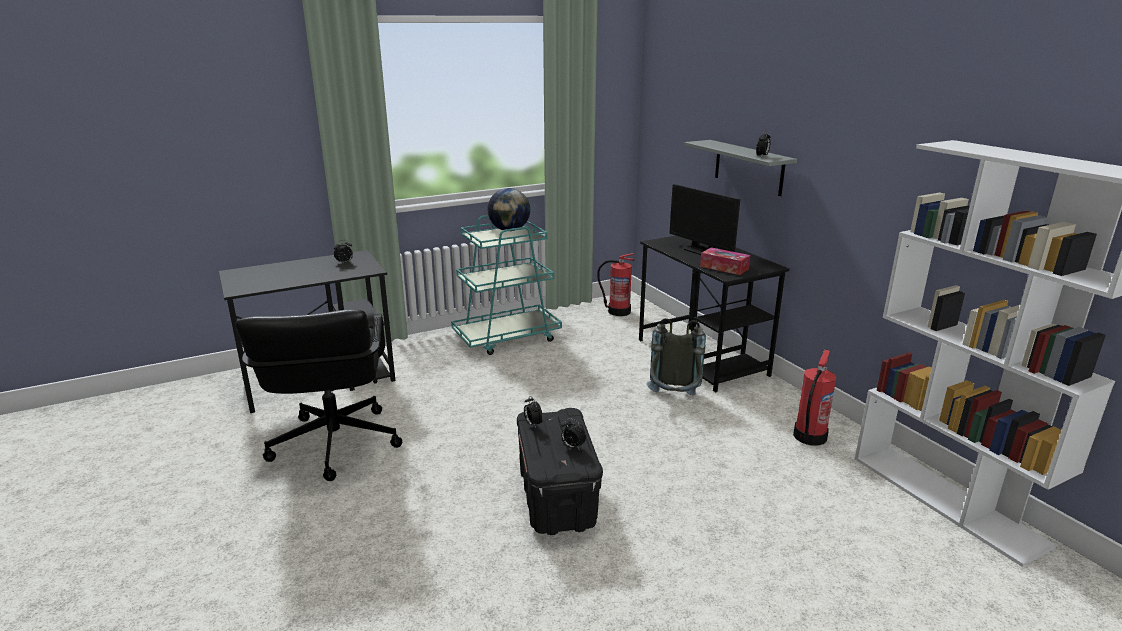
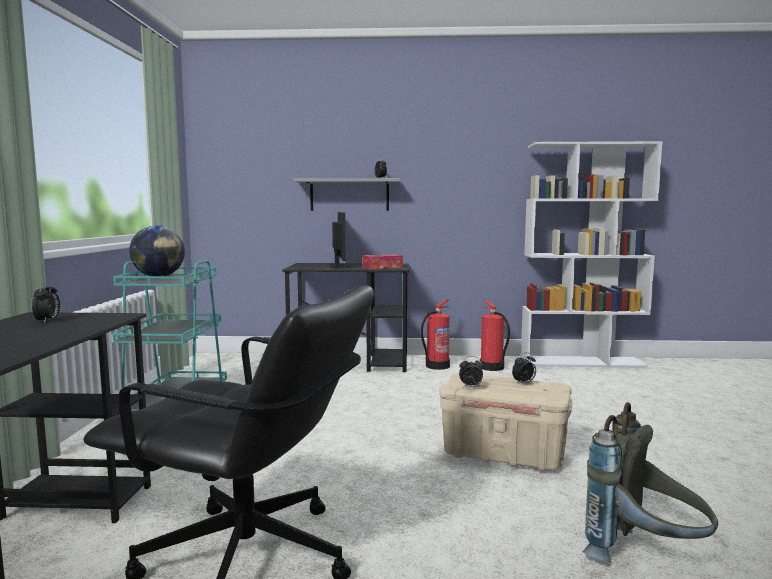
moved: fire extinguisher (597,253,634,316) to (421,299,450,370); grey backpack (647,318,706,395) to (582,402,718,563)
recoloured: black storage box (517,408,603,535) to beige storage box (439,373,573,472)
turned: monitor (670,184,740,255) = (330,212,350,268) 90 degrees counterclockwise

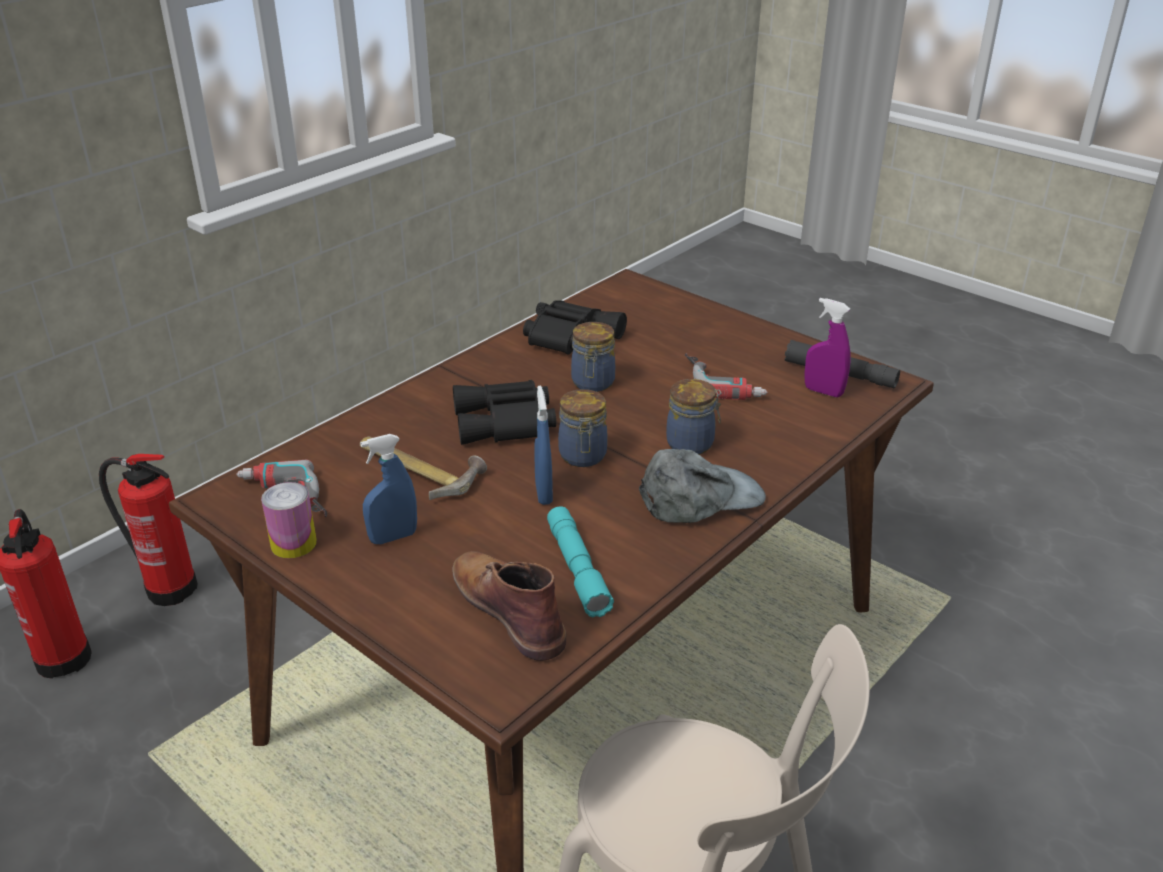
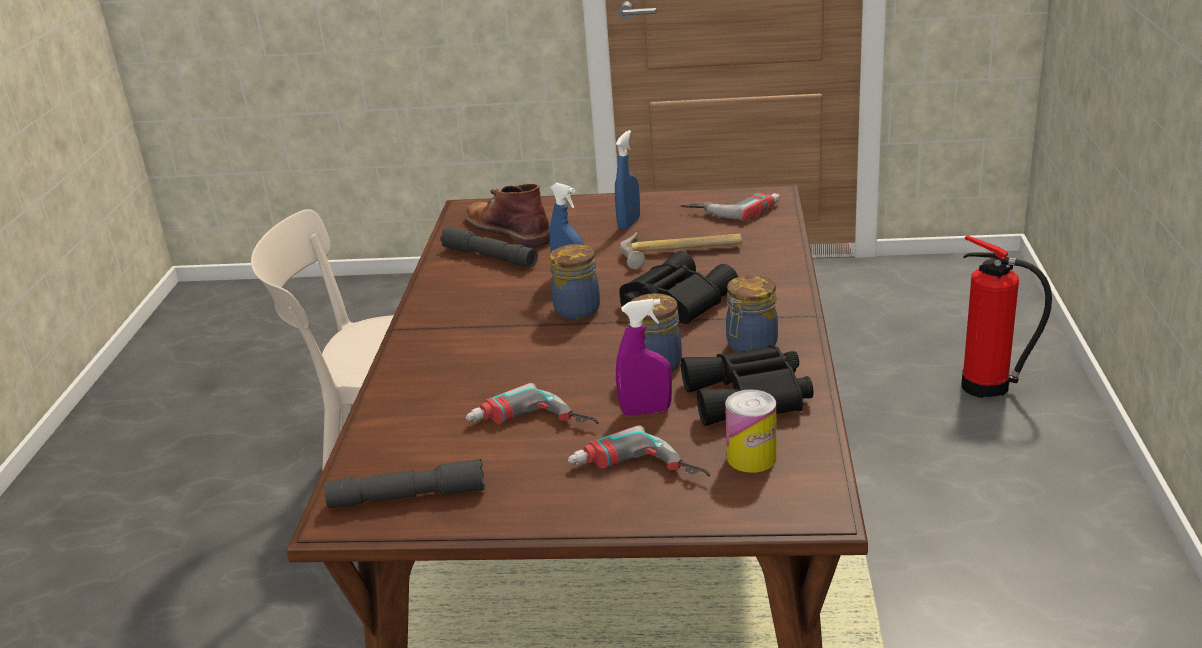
removed: fire extinguisher (99,454,197,606); grey cap (639,449,766,523)
added: power drill (568,425,710,476)
moved: can (261,482,317,558) to (725,389,777,473); jar (666,379,722,455) to (726,275,778,352); purple spray bottle (805,298,851,397) to (616,299,672,416)
recoloured: turquoise flashlight (547,506,614,617) to grey flashlight (440,226,538,268)
turned: brown boot (452,551,566,661) = (465,183,550,247) 150 degrees counterclockwise

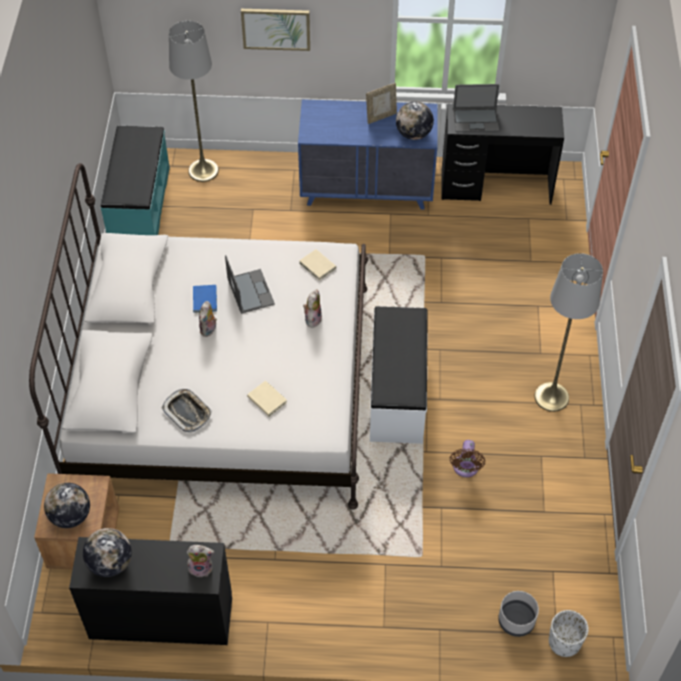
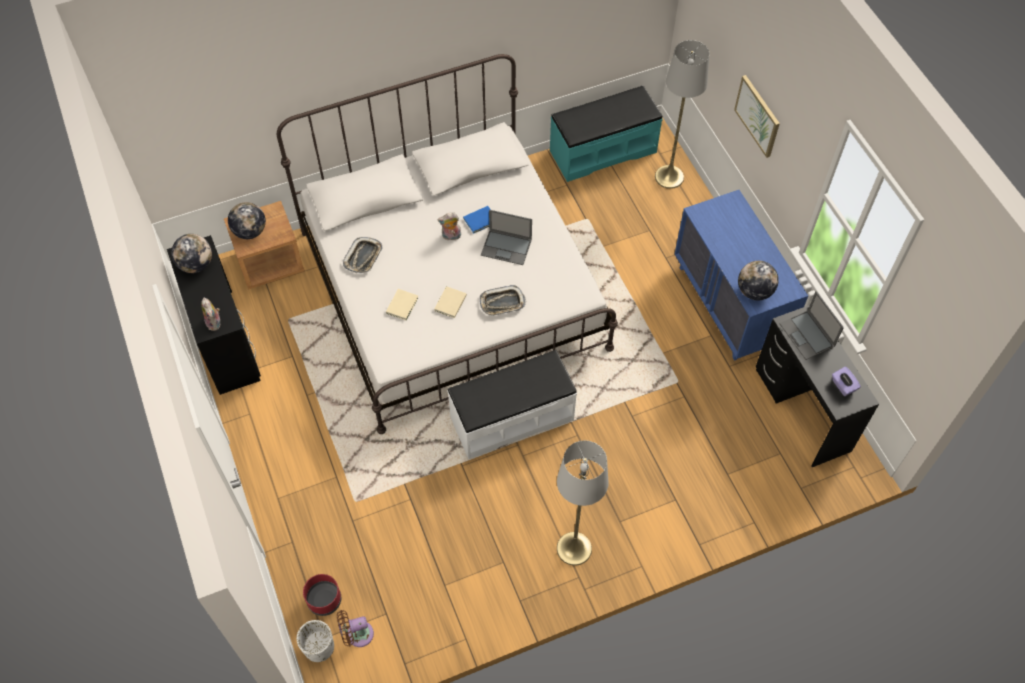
removed: picture frame (366,83,397,124)
added: purple tissue box (832,366,861,396)
moved: beige book (299,249,336,280) to (434,286,467,318); brown fan (450,440,485,477) to (337,610,374,647)
replaced: plush toy (303,289,322,328) to tray (480,285,526,316)
recoloured: grey planter (498,591,539,637) to red planter (303,574,341,616)
turned: laptop (225,255,275,314) = (481,210,532,265) 60 degrees clockwise

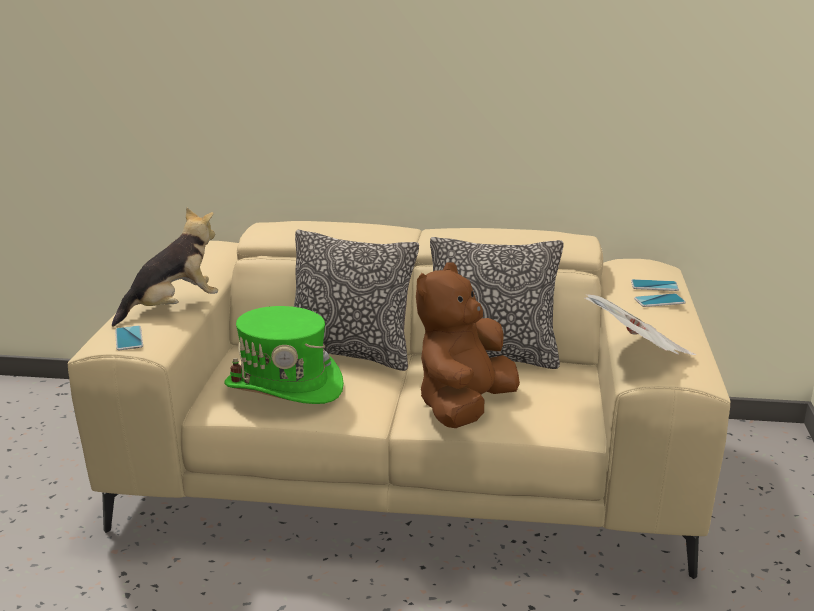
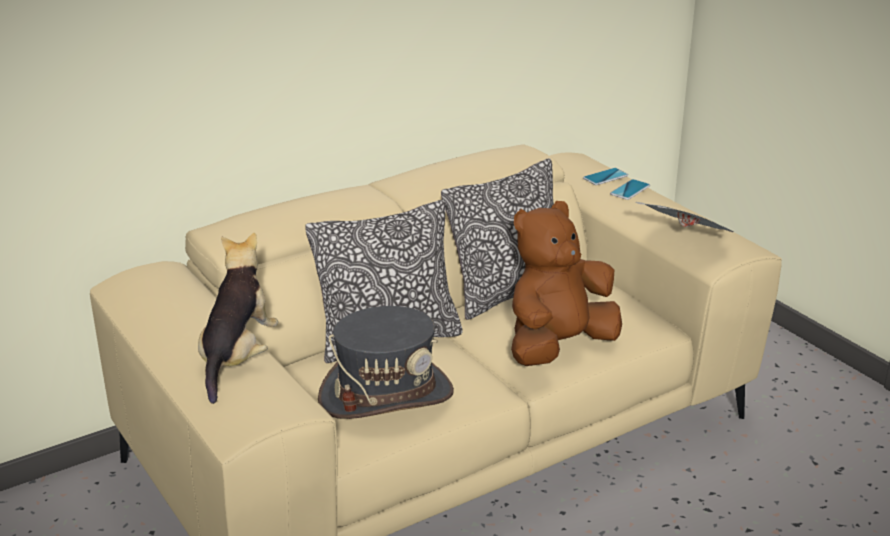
removed: phone (115,326,143,350)
recoloured: green hat (224,306,344,404) to grey hat (318,306,454,419)
turned: brown plush toy (416,262,520,428) = (511,201,622,366) 60 degrees clockwise

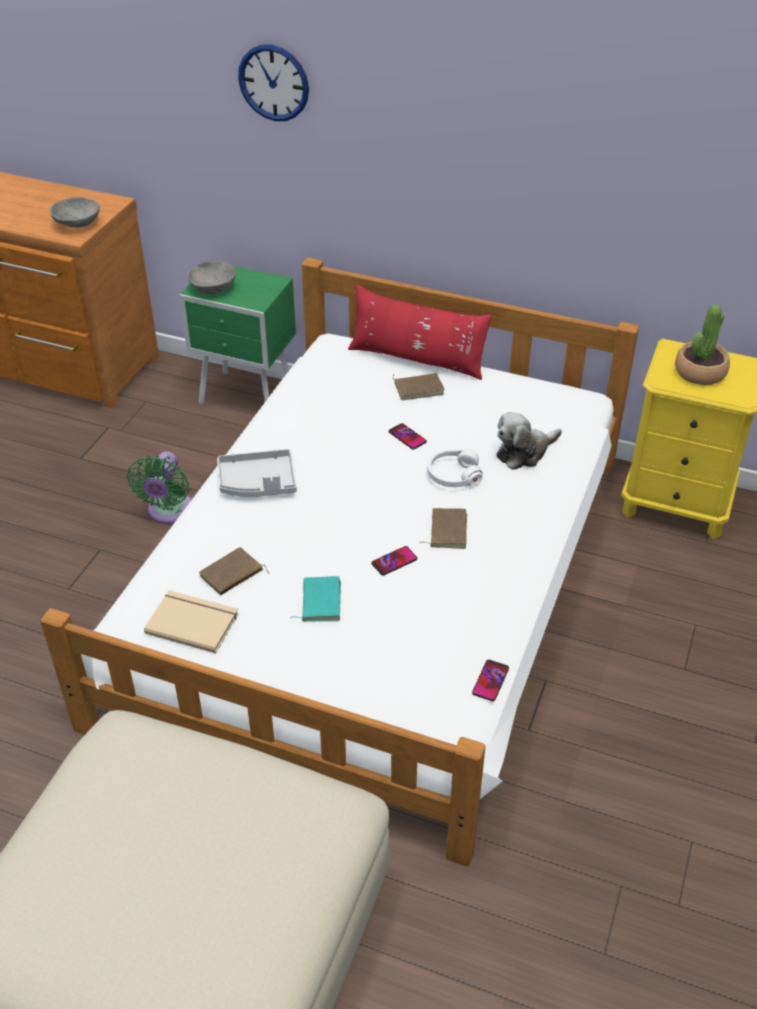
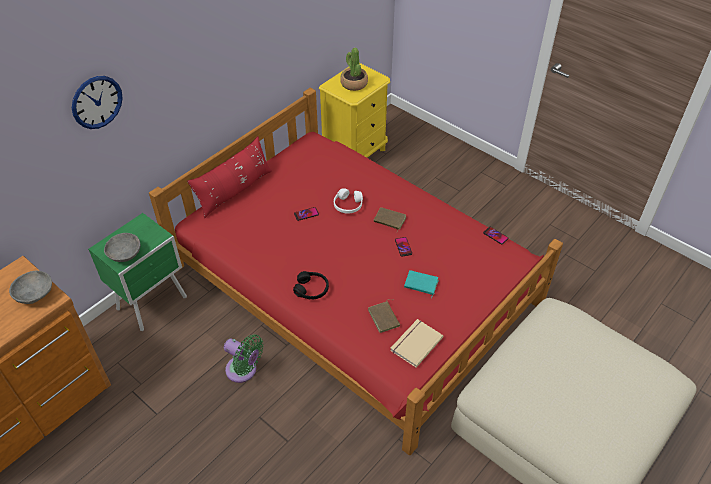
removed: brown book (393,373,445,400); plush toy (496,412,562,470)
replaced: grey tray (217,449,297,497) to black headphones (293,271,329,299)
recoloured: white bed (40,258,639,867) to red bed (149,88,563,455)

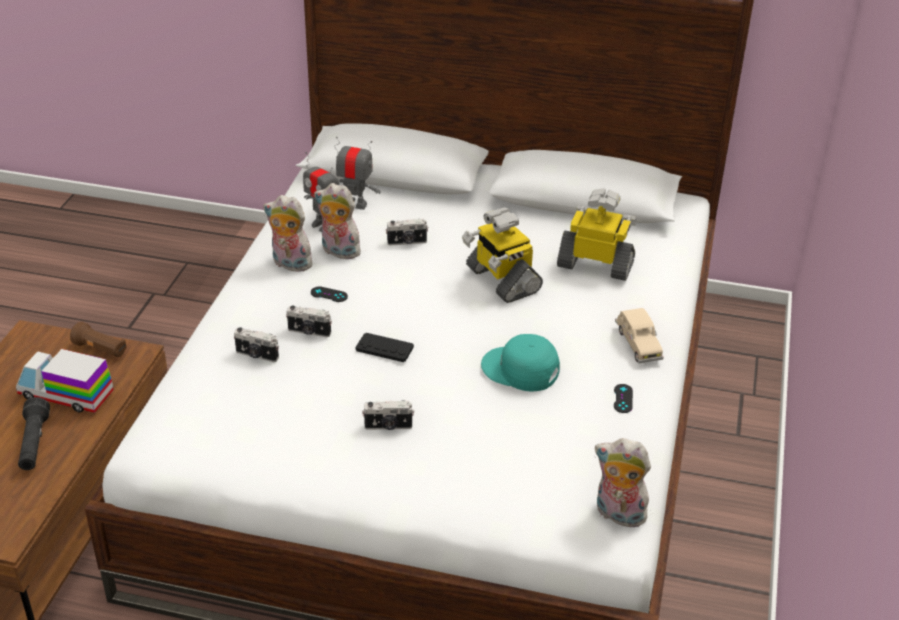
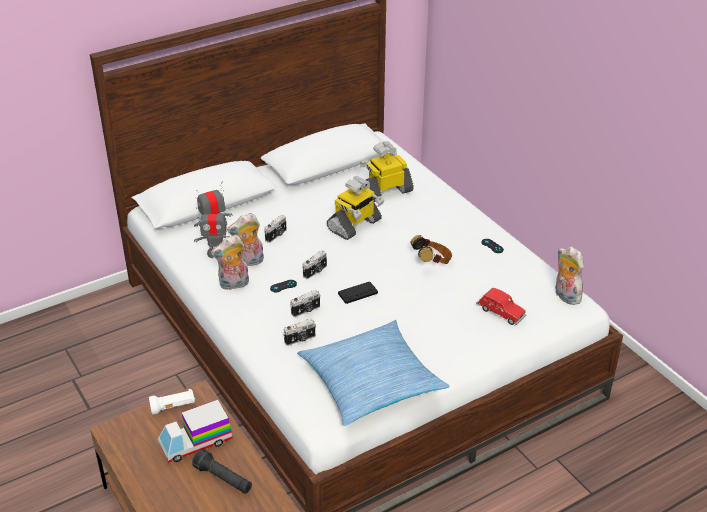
removed: beige toy car (615,308,664,363)
added: pillow (297,320,450,426); red toy car (476,288,527,325)
moved: photo camera (362,400,414,430) to (303,250,327,279)
replaced: turquoise cap (481,334,560,391) to headphones (410,235,452,264)
recoloured: brown flashlight (70,322,127,357) to white flashlight (149,389,195,415)
turned: toy robot (462,207,543,303) = (327,176,384,240) 60 degrees counterclockwise; plush toy (595,438,651,527) = (555,246,584,305) 75 degrees clockwise

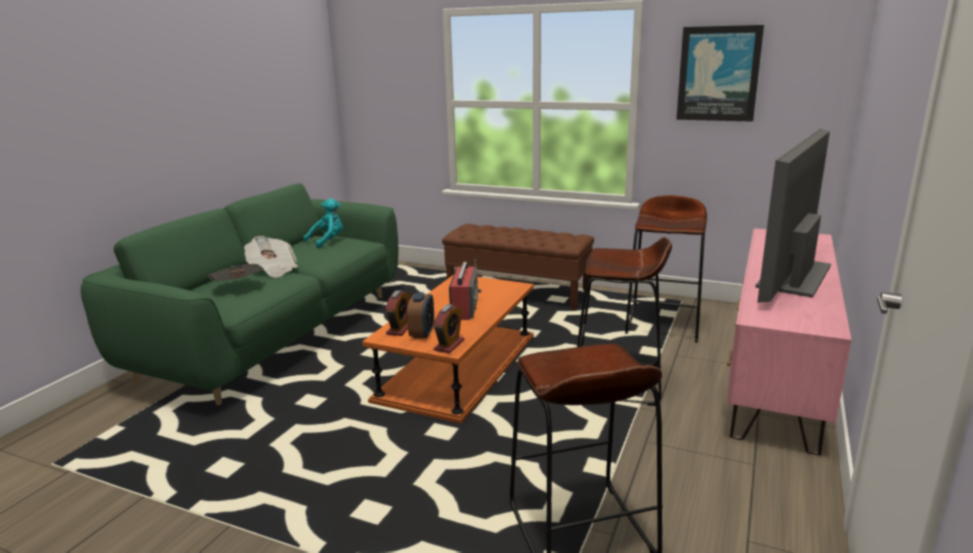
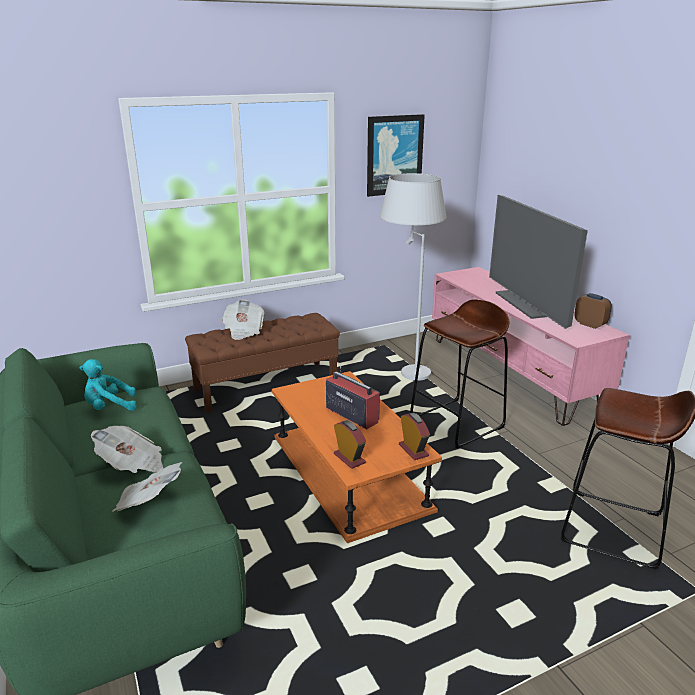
added: newspaper (222,299,265,340)
moved: alarm clock (407,292,434,339) to (574,293,612,329)
replaced: brown stool (625,195,707,343) to white floor lamp (380,173,447,381)
turned: turquoise plush toy (303,198,343,248) = (79,359,137,411) 105 degrees counterclockwise

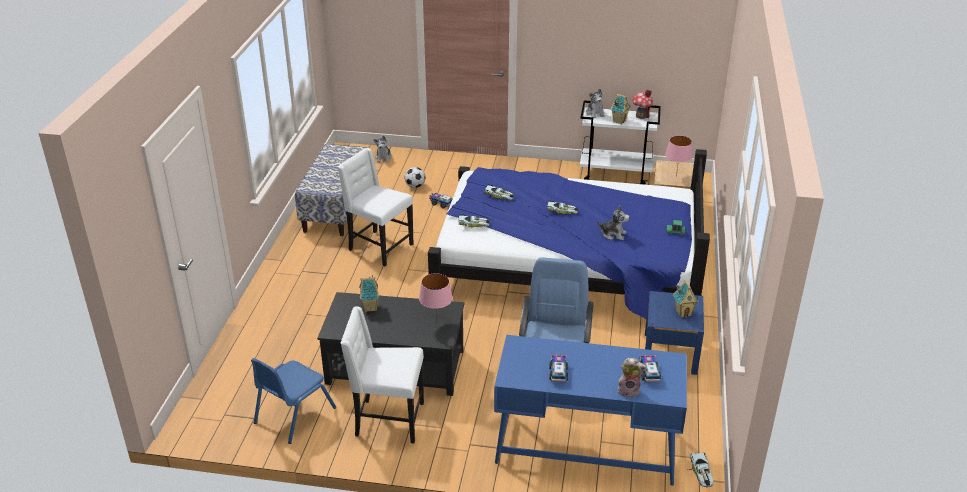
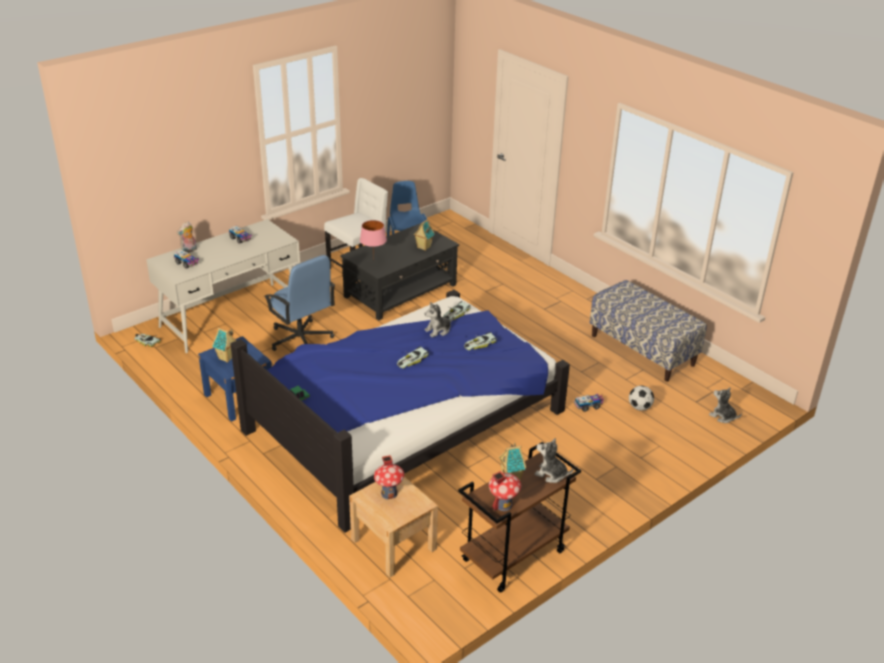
removed: white chair (338,148,413,267)
moved: plush toy (597,205,630,240) to (424,302,454,337)
replaced: pink table lamp (665,136,693,177) to toy house (374,455,404,500)
recoloured: blue desk (494,335,687,486) to white desk (146,219,300,353); white cart (580,100,661,185) to brown cart (458,442,581,593)

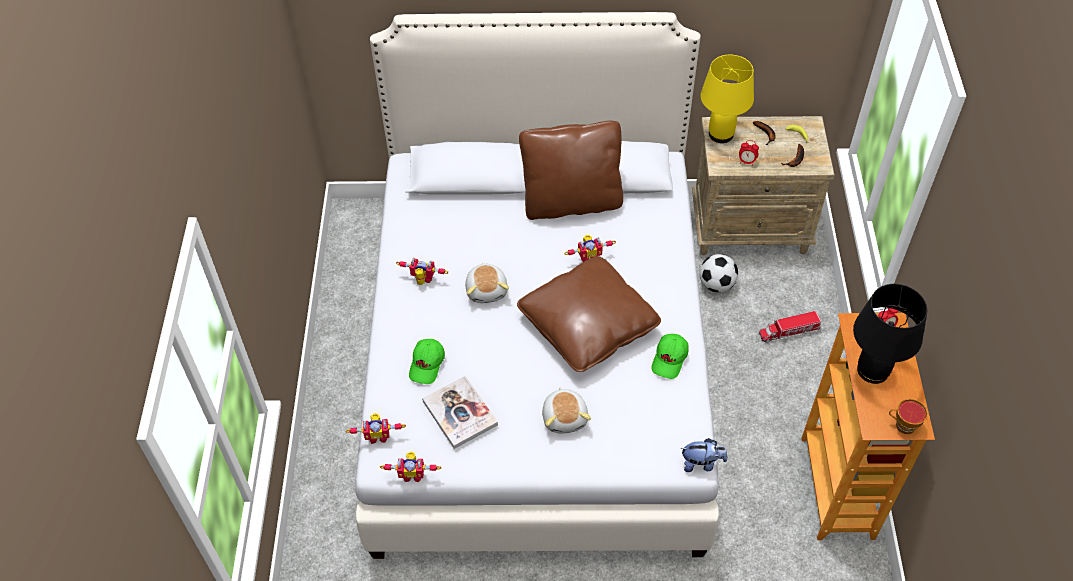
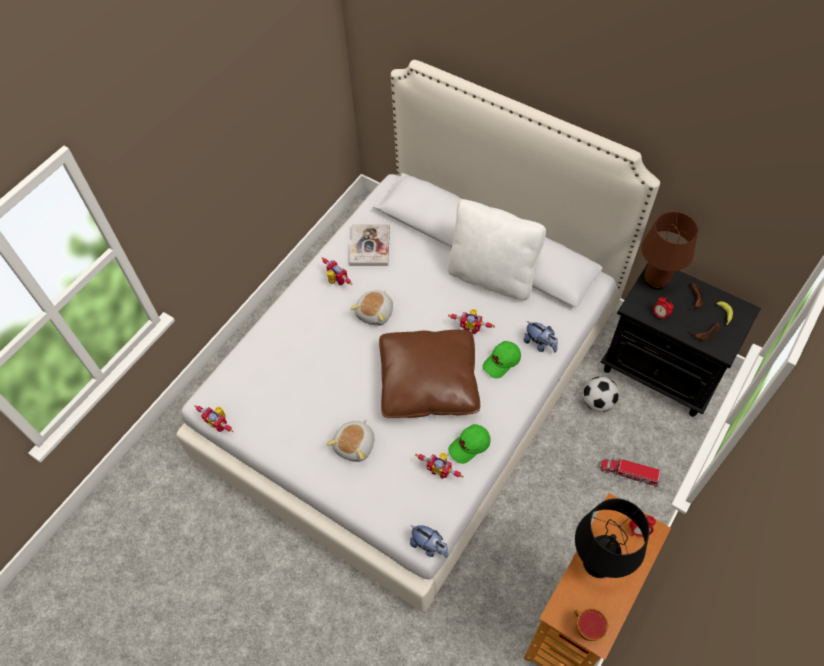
added: plush toy (523,321,558,353)
moved: toy robot (346,413,406,444) to (415,453,464,479); green cap (409,339,445,384) to (482,341,521,378); book (422,376,498,449) to (349,224,390,266)
recoloured: brown pillow (519,121,623,220) to white pillow (448,199,546,300); beige nightstand (692,116,834,255) to black nightstand (601,263,761,417); yellow table lamp (701,55,754,143) to brown table lamp (641,211,698,290)

